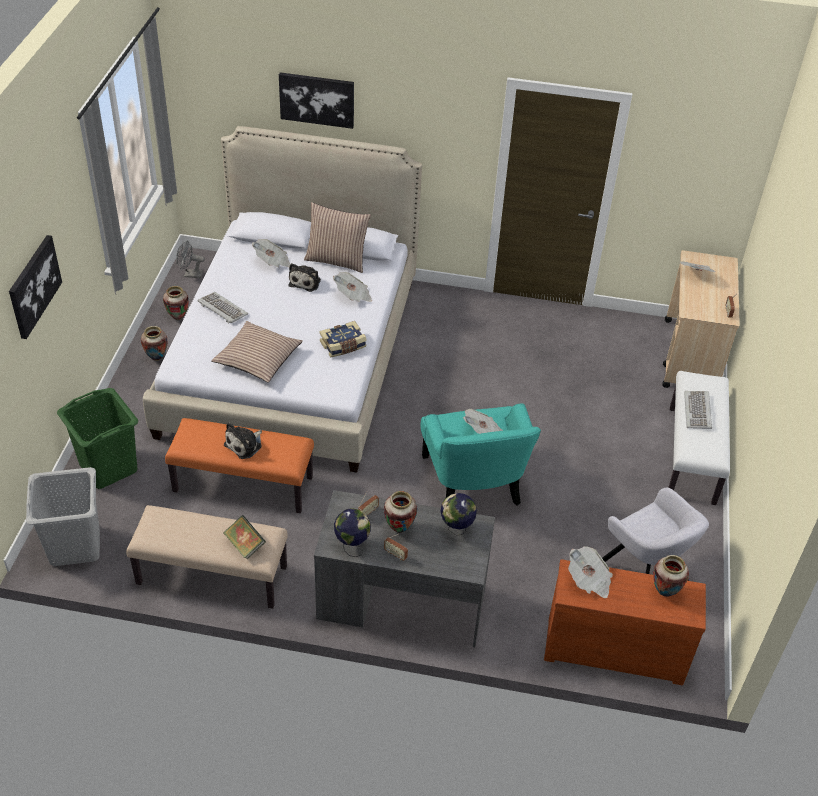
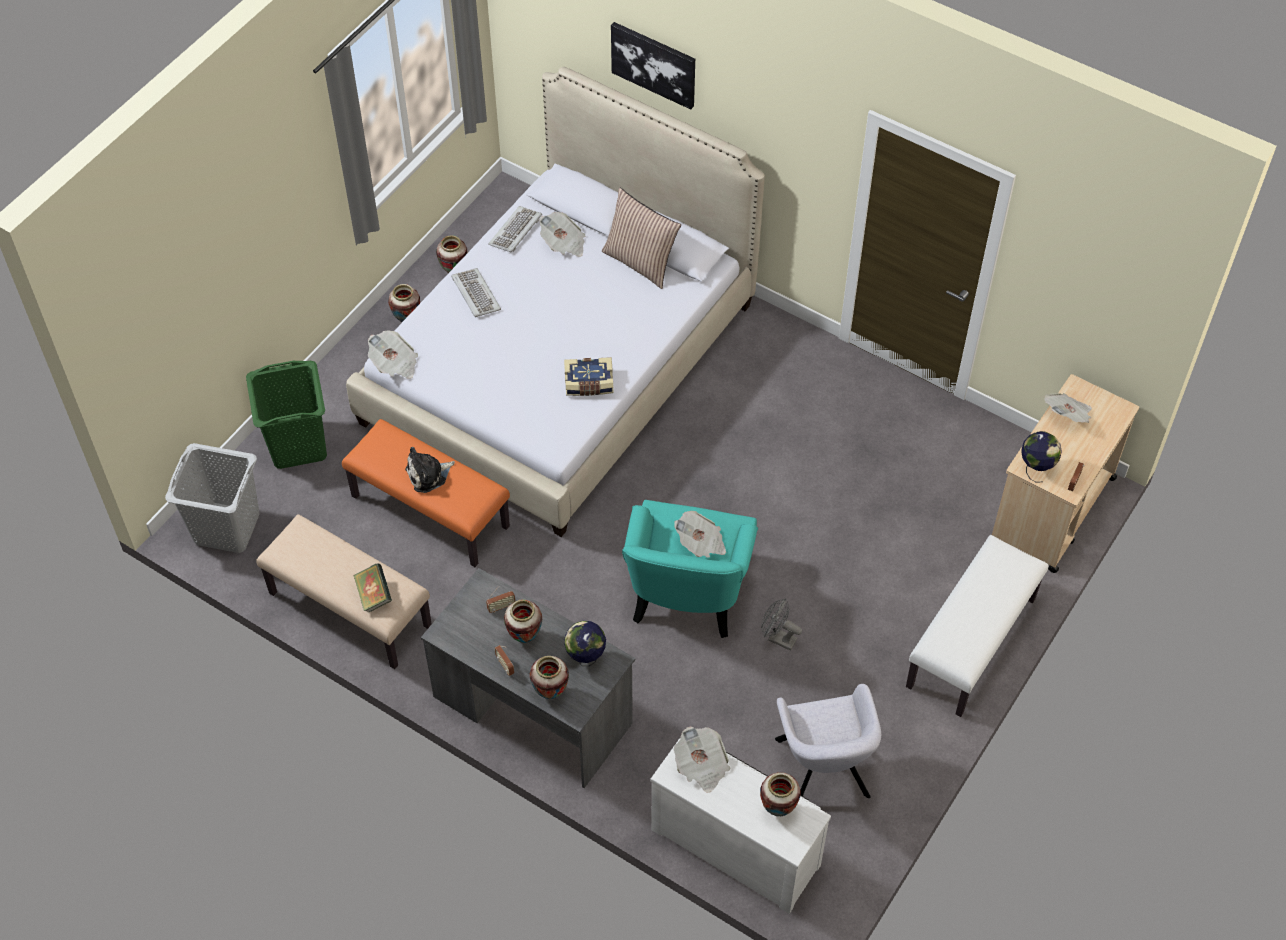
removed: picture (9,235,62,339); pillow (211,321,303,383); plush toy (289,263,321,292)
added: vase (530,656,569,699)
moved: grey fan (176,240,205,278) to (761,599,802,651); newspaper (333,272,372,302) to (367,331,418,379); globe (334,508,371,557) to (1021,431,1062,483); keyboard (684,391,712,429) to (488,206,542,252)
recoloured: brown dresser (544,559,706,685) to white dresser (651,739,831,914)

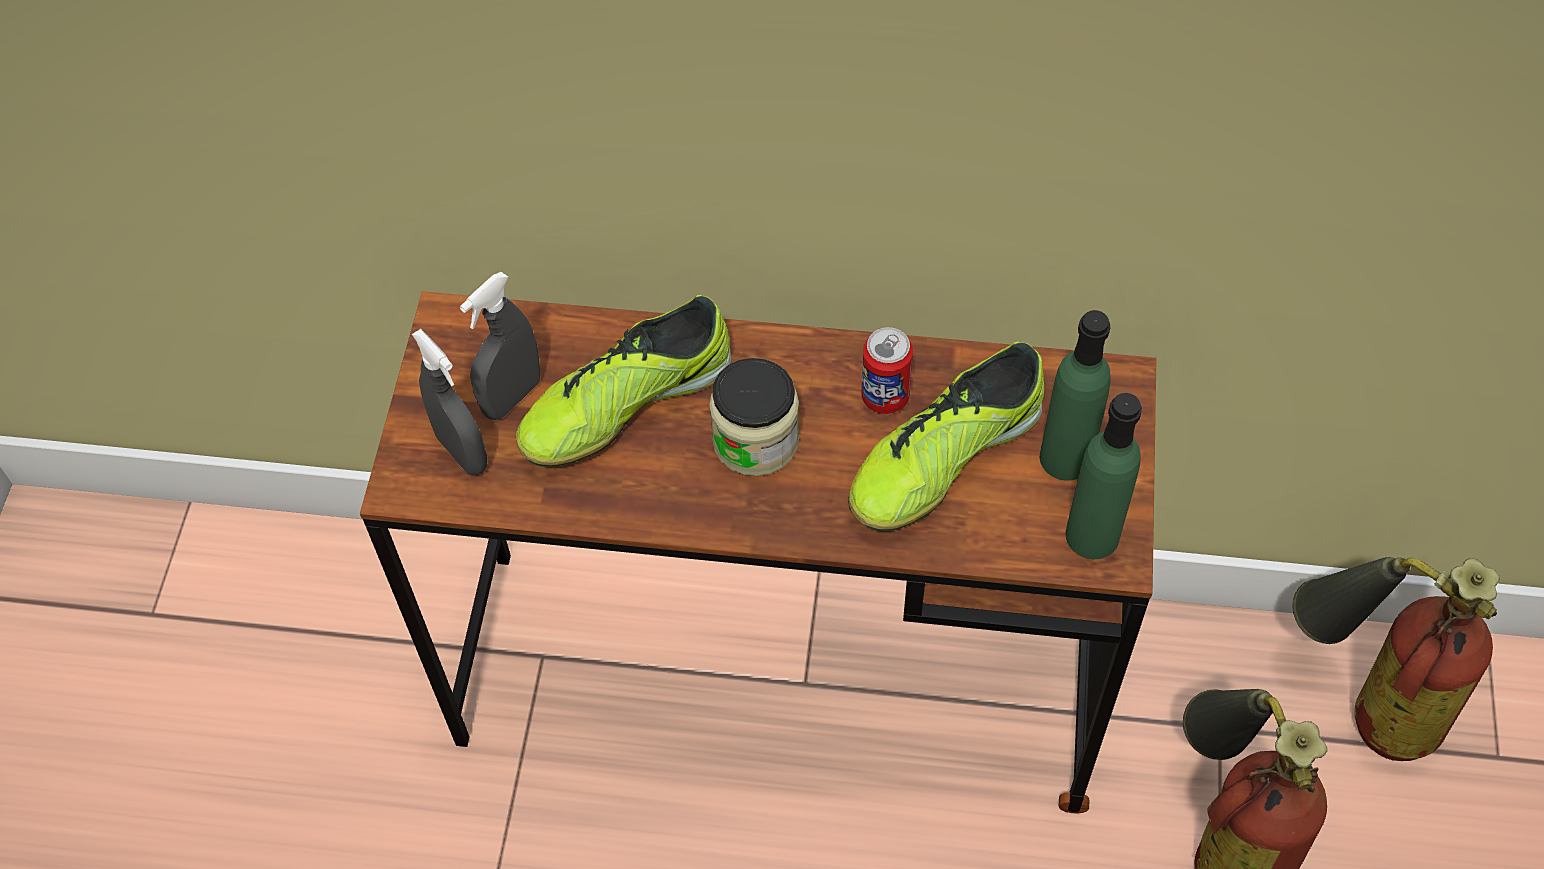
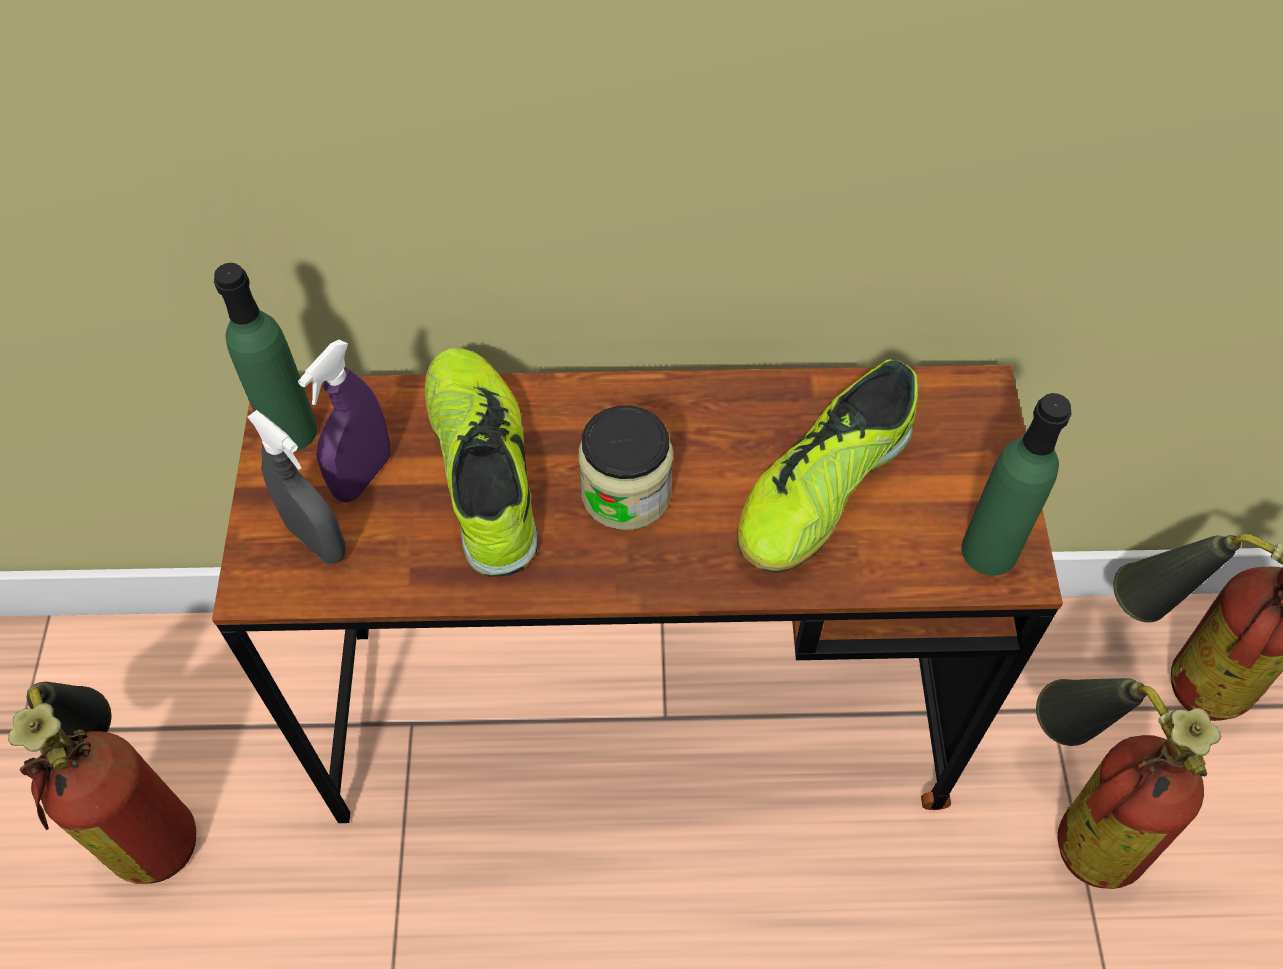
removed: can (861,327,913,414)
added: fire extinguisher (8,682,196,884)
moved: green bottle (1040,310,1111,481) to (214,263,317,452)
recoloured: grey spray bottle (460,272,540,420) to purple spray bottle (298,339,390,502)
turned: shoe (516,295,731,467) = (425,348,538,577) 120 degrees clockwise

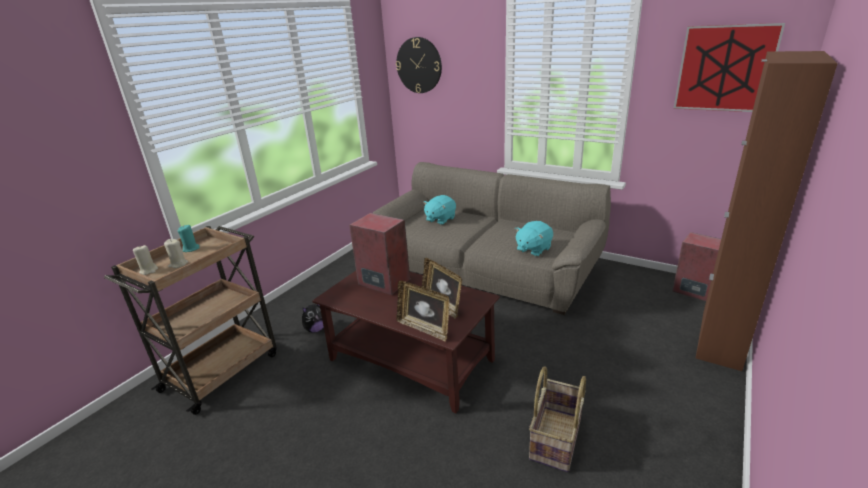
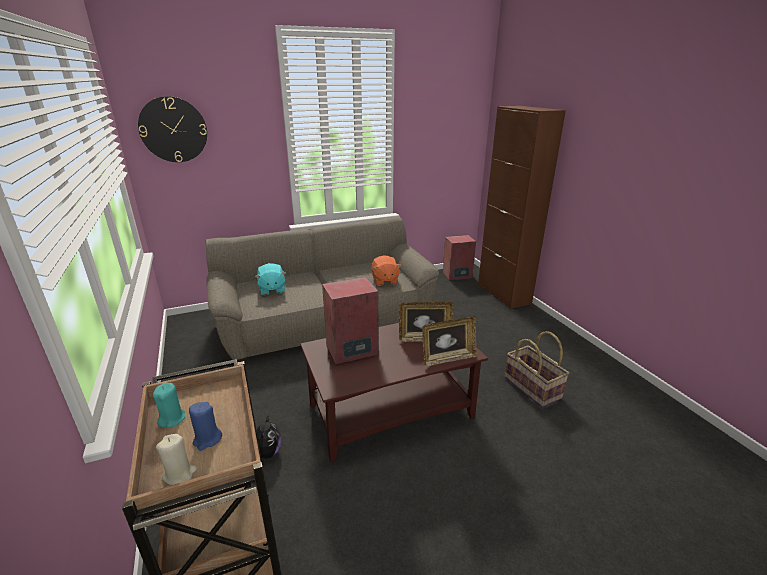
removed: picture (674,23,785,112)
recoloured: beige candle (164,239,188,268) to blue candle (189,402,222,451); turquoise plush toy (515,221,553,257) to orange plush toy (372,255,402,286)

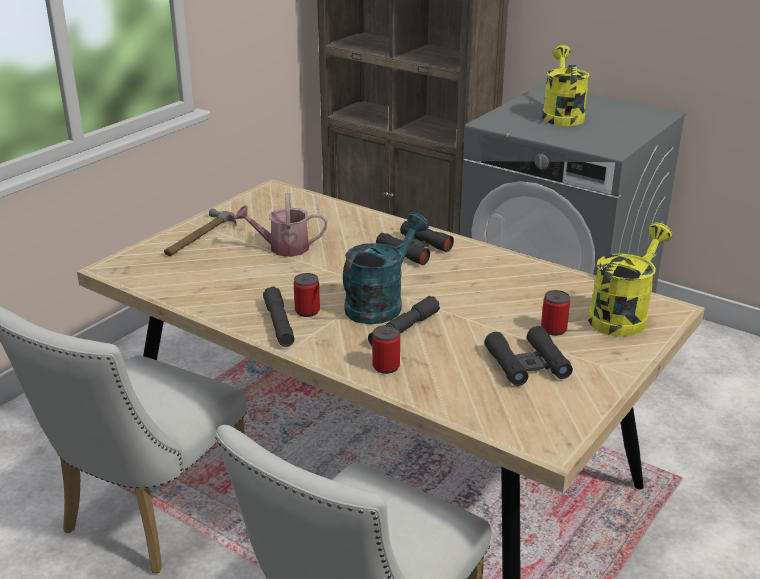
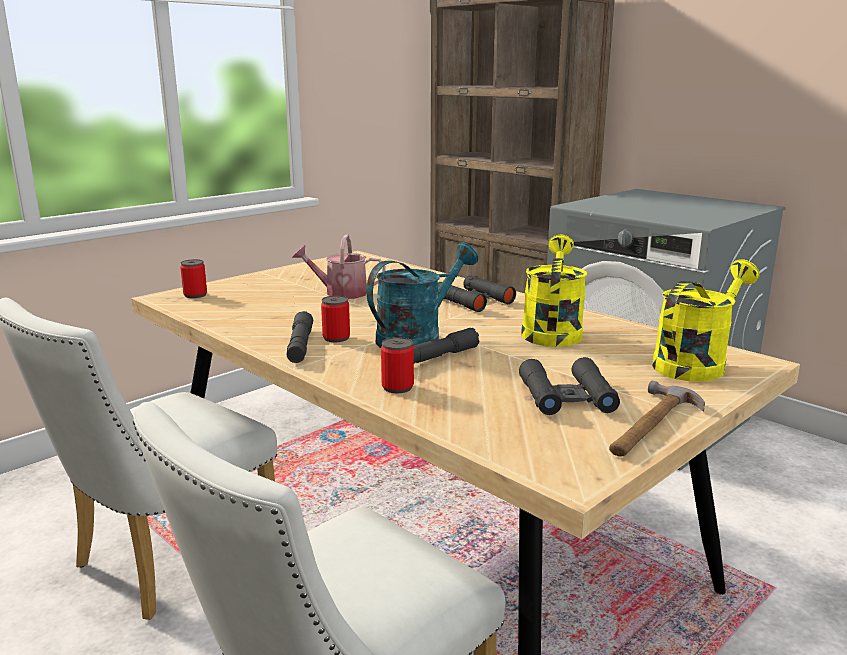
moved: hammer (164,209,237,256) to (609,381,705,457); can (541,290,570,336) to (180,259,207,298); yellow watering can (542,45,590,126) to (521,234,587,347)

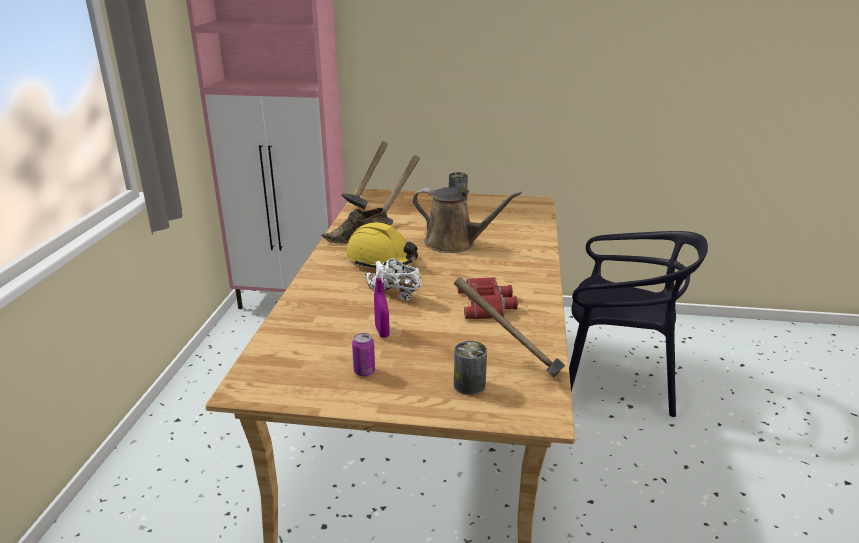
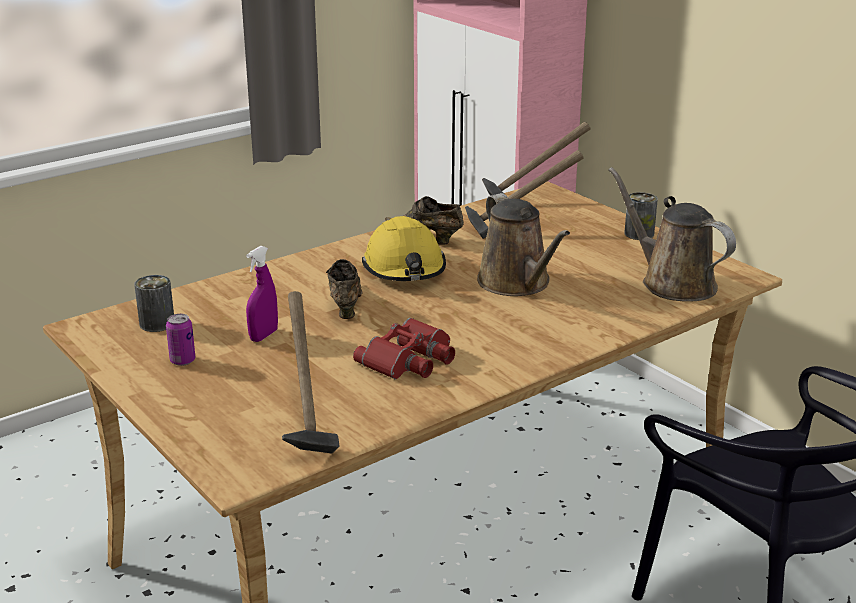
added: brown watering can (608,167,736,302)
moved: can (454,341,487,395) to (134,275,174,332)
recoloured: white shoe (364,258,422,301) to brown shoe (326,259,362,319)

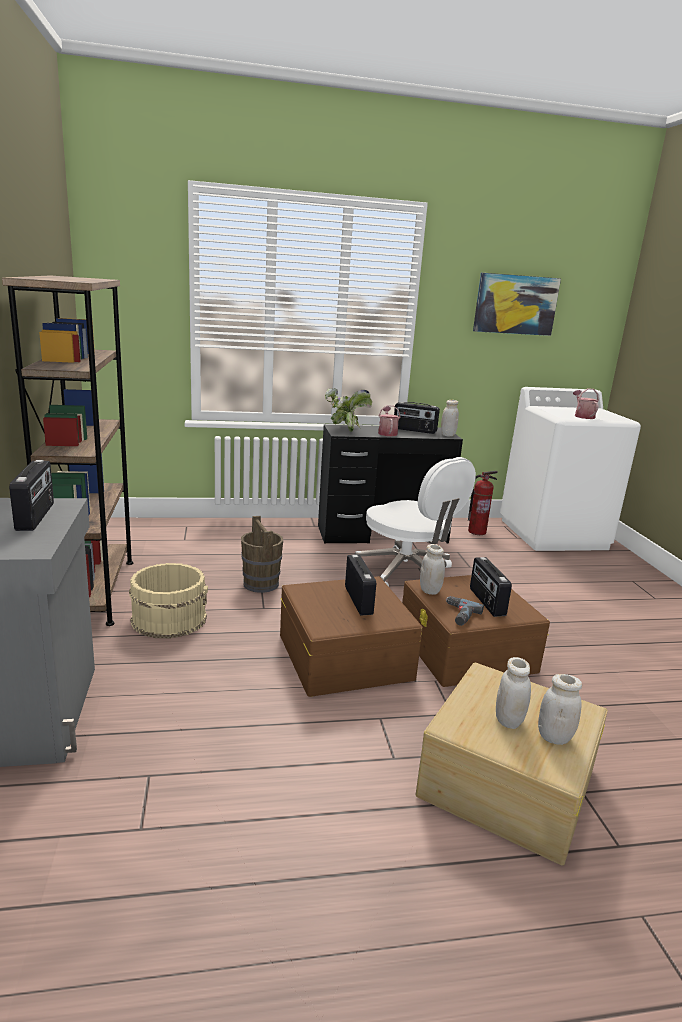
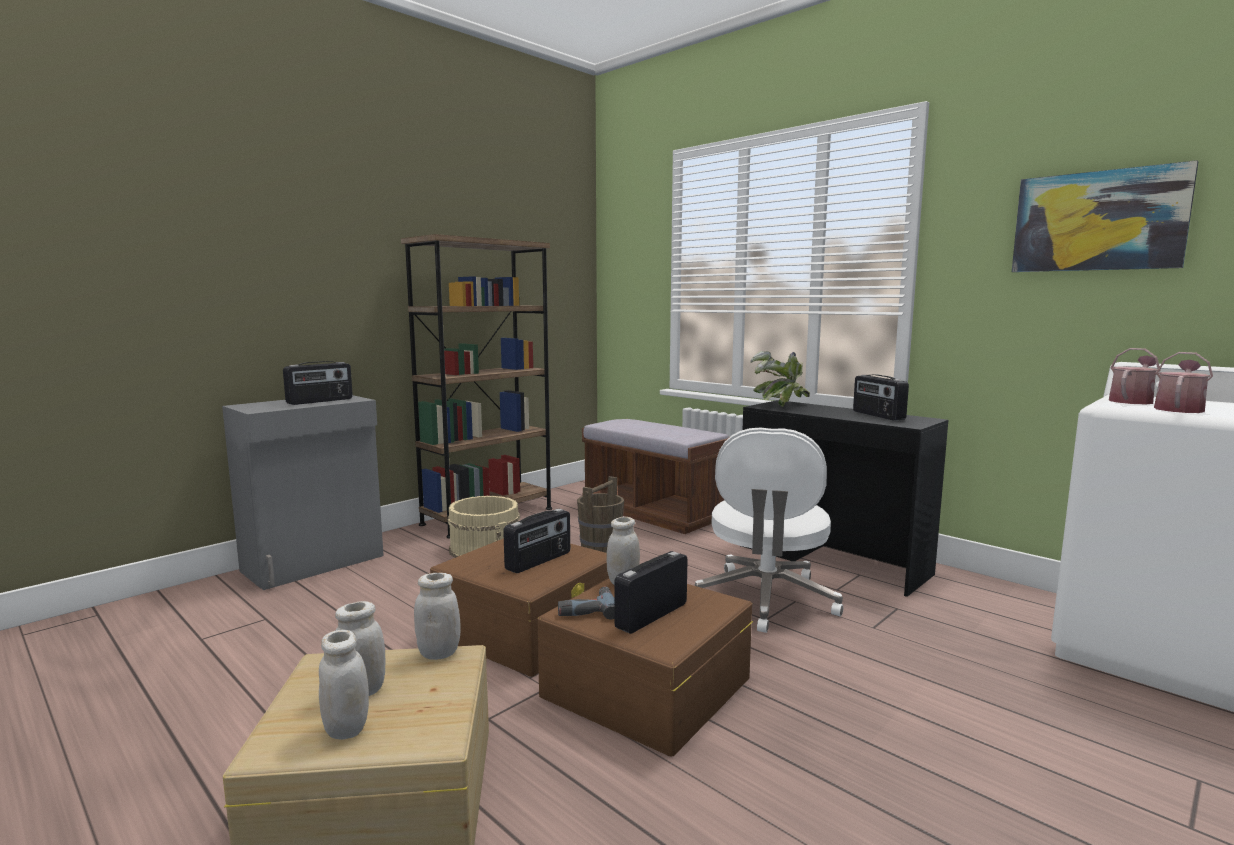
removed: fire extinguisher (468,471,498,535)
added: brown bench (582,419,729,534)
moved: watering can (378,405,400,436) to (1109,348,1161,404); white jar (441,400,459,436) to (414,573,460,660)

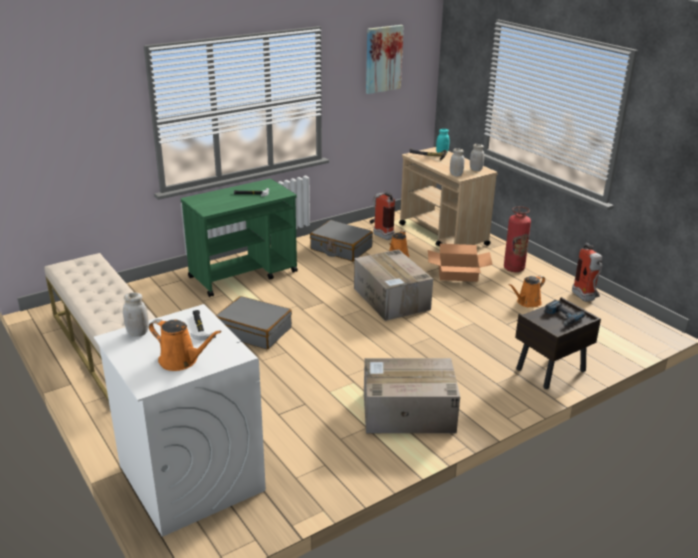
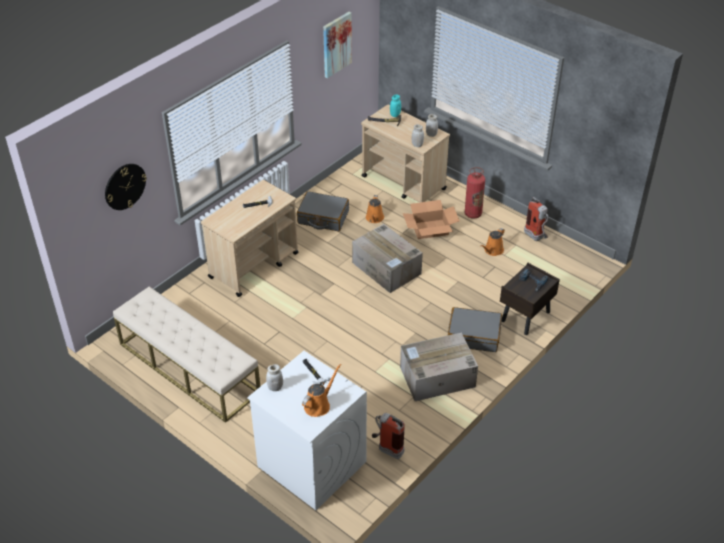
added: wall clock (105,164,147,210)
moved: grey suitcase (216,296,292,349) to (448,307,502,352); fire extinguisher (370,190,395,240) to (372,413,405,459)
recoloured: green cart (181,179,298,297) to beige cart (201,180,299,297)
turned: orange watering can (149,319,222,371) = (302,364,341,417) 60 degrees counterclockwise

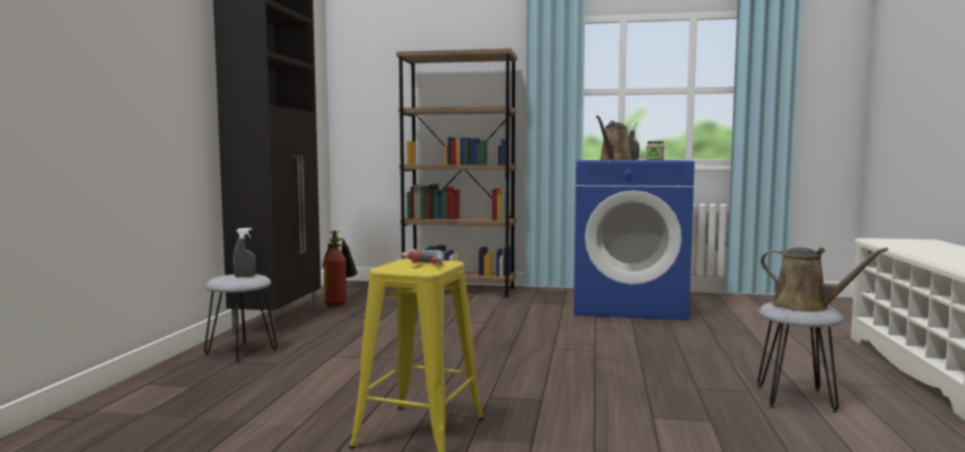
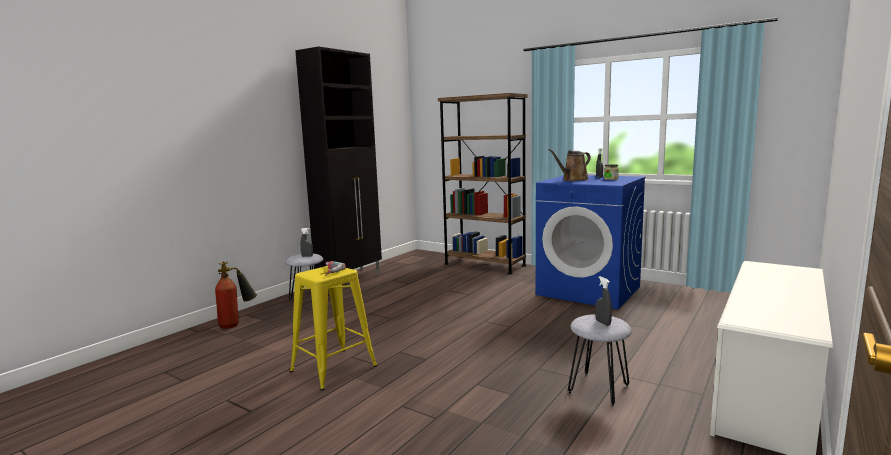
moved: fire extinguisher (323,230,358,307) to (215,261,257,329)
replaced: brown watering can (760,247,888,312) to grey spray bottle (595,276,612,326)

